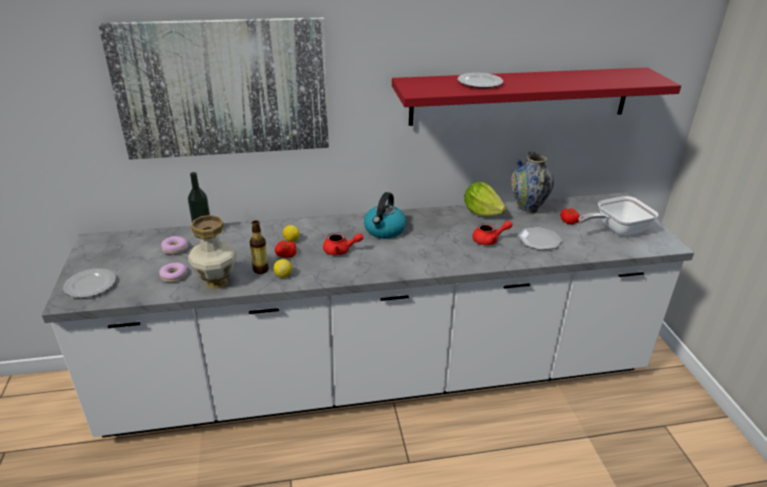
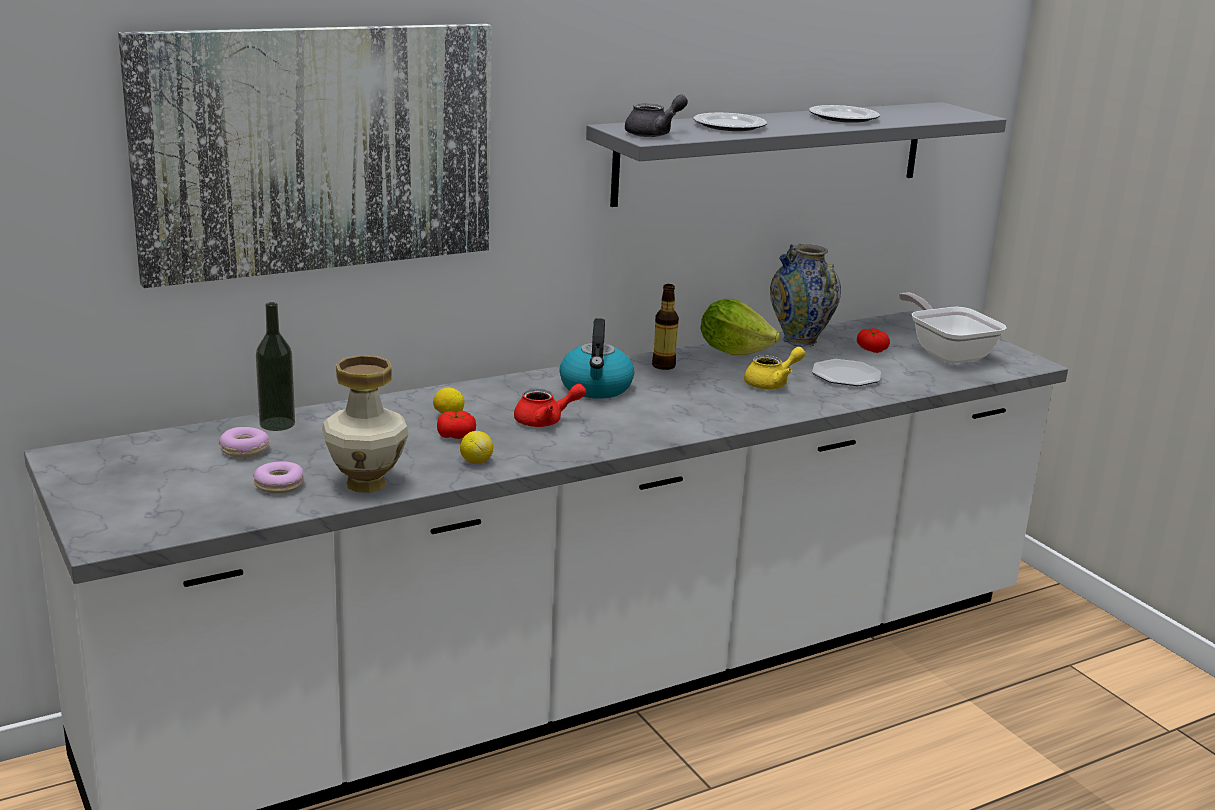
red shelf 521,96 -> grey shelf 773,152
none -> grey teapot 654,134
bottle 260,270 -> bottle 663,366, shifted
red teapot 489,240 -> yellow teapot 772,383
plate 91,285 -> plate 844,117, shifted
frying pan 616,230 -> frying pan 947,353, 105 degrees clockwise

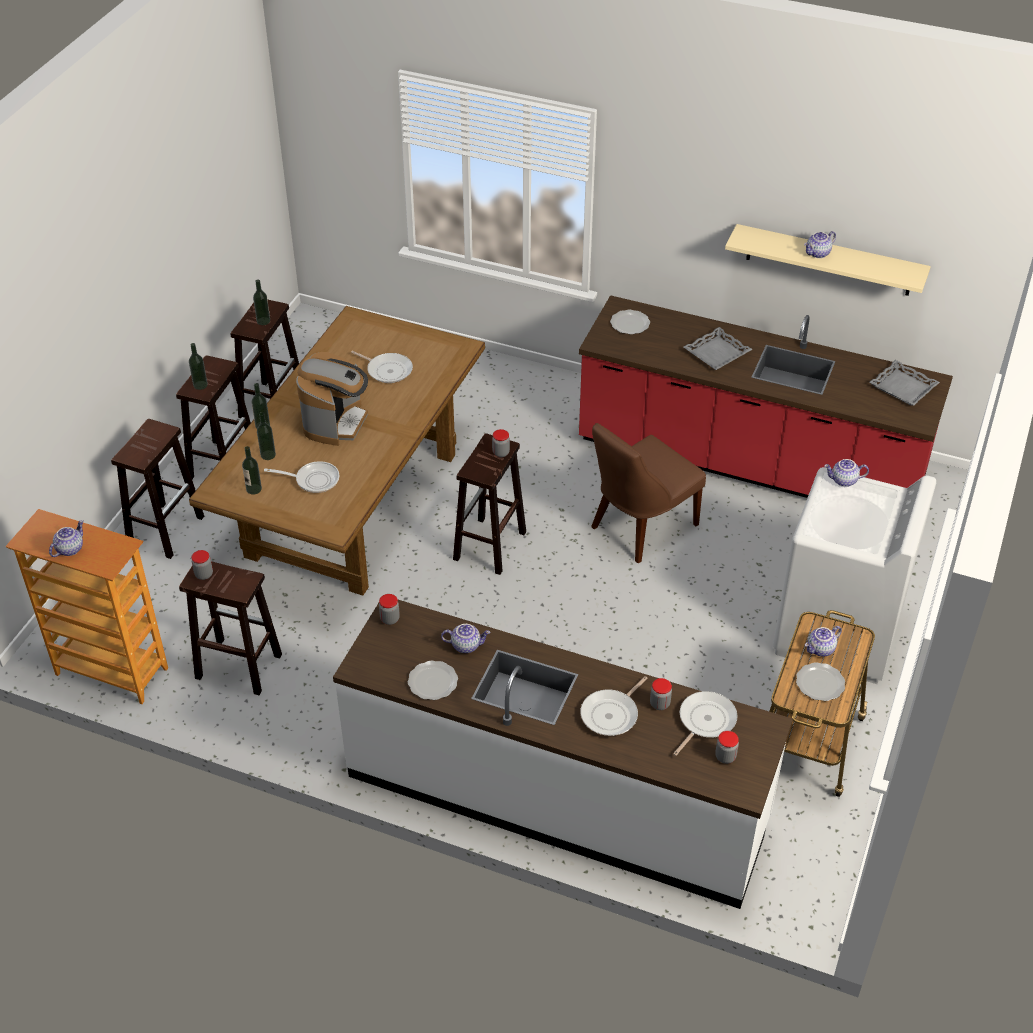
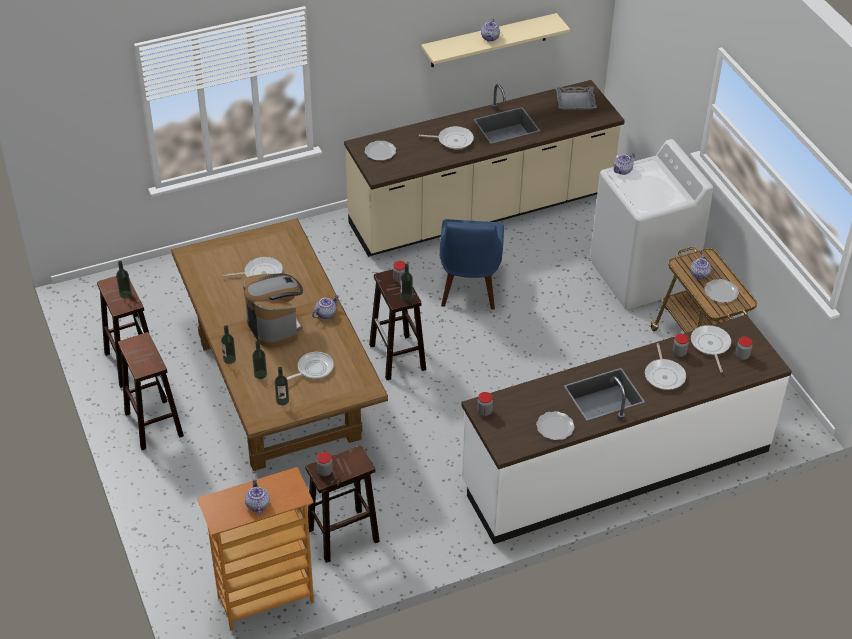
teapot 466,645 -> teapot 325,313, shifted
red counter 749,464 -> beige counter 481,211
bottle 200,385 -> bottle 406,297, shifted
grey tray 716,353 -> frying pan 453,140
brown chair 640,527 -> blue chair 469,288
brown stool 166,529 -> none

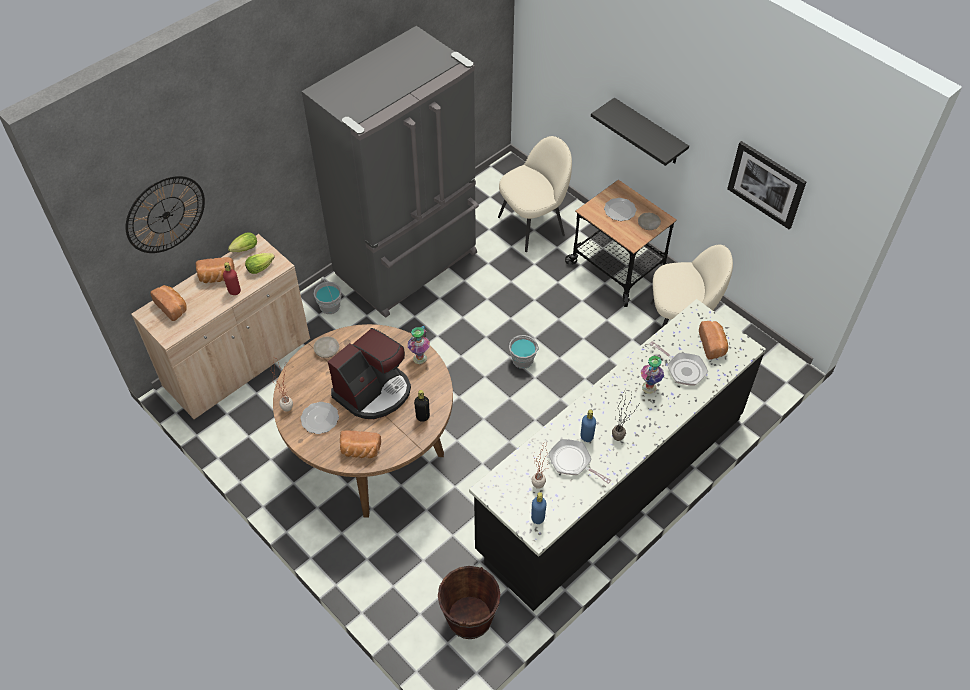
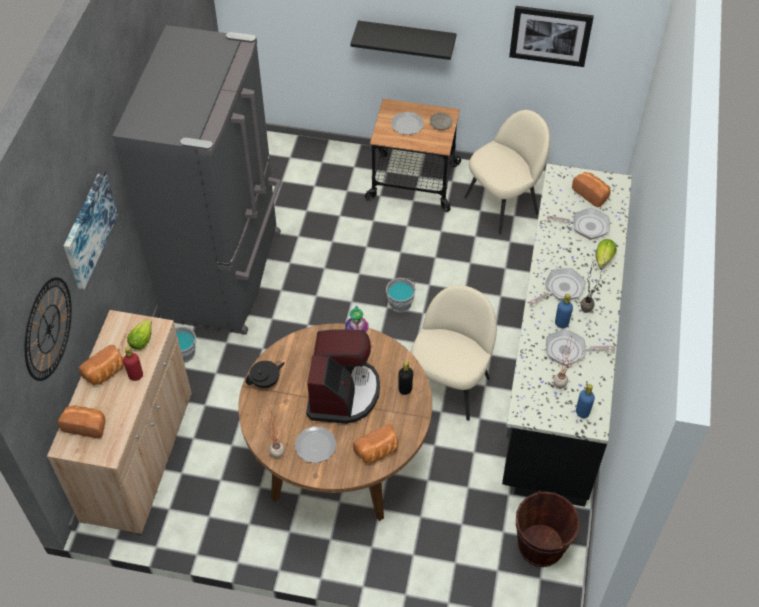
none -> picture 88,229
beige plate 327,350 -> black teapot 266,381
beige chair 533,225 -> beige chair 449,385, shifted
none -> frying pan 561,289
lettuce 243,250 -> lettuce 603,260, shifted
vase 649,387 -> none

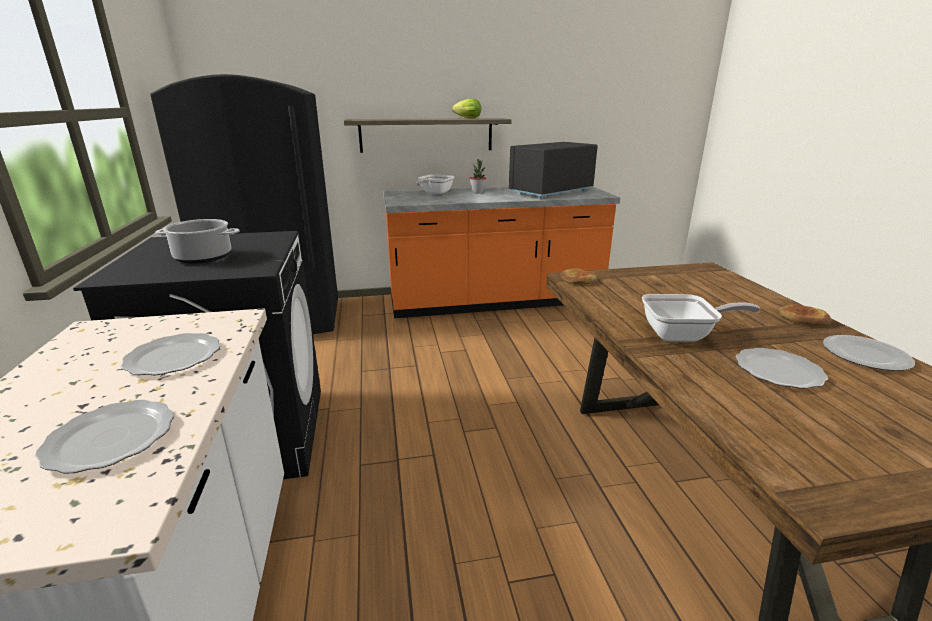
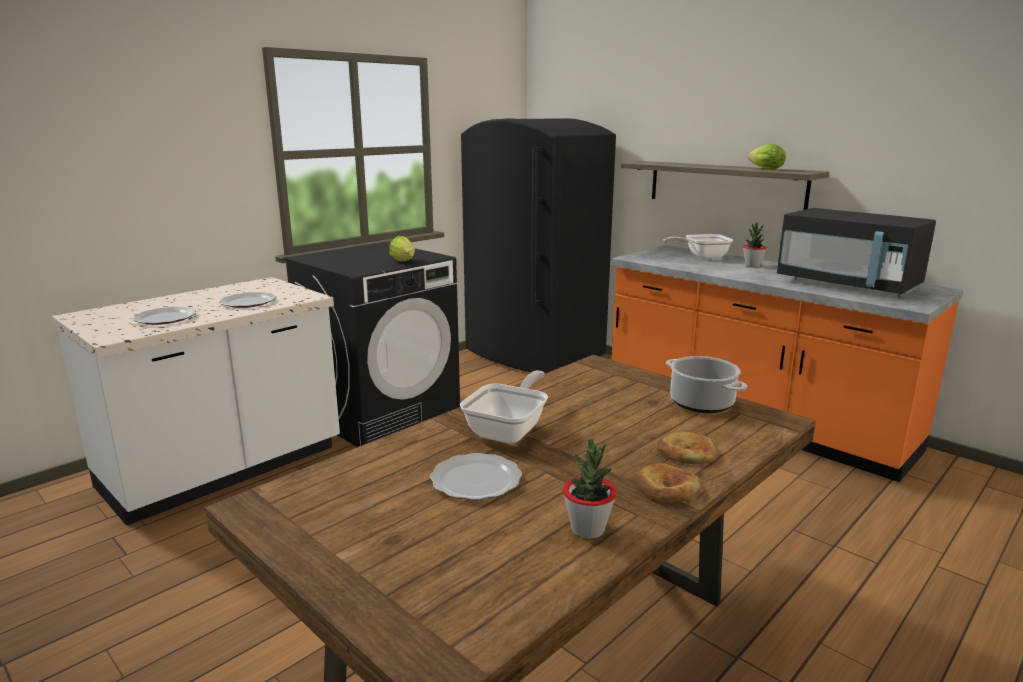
none -> lettuce 404,262
frying pan 683,335 -> frying pan 509,430, 120 degrees counterclockwise
plate 866,356 -> potted plant 588,529
bread 578,280 -> bread 686,452, shifted
cooking pot 204,257 -> cooking pot 702,403, shifted
black microwave 550,192 -> black microwave 847,285, 150 degrees counterclockwise

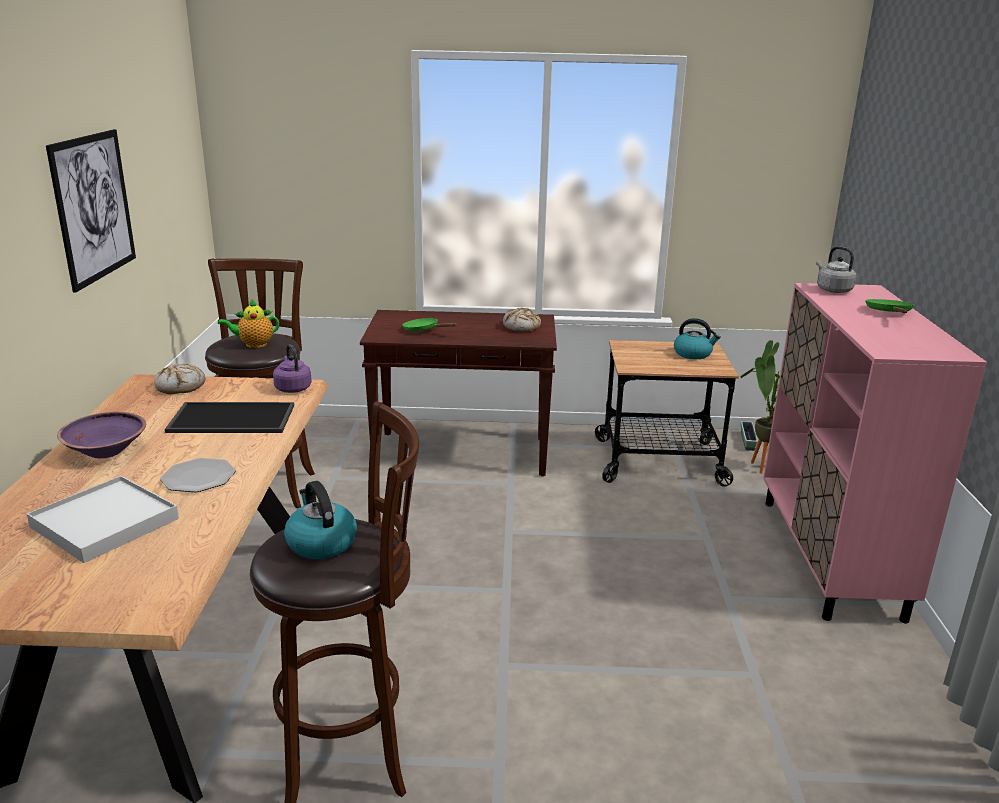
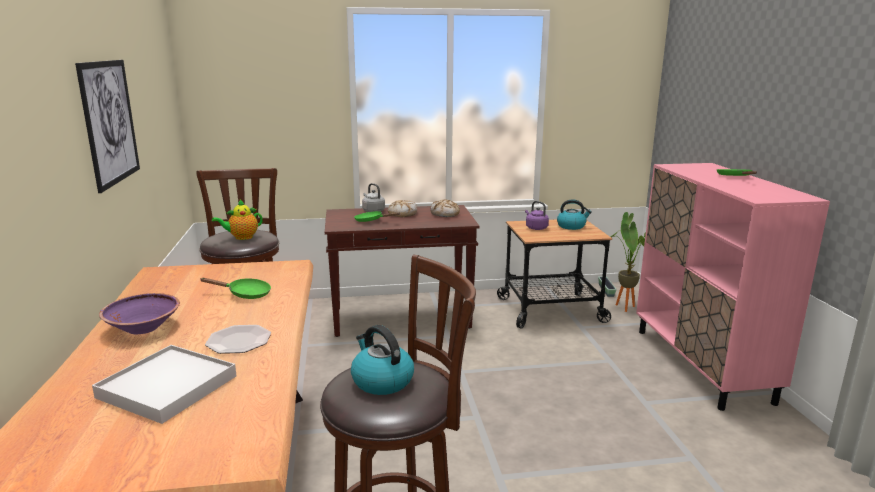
tray 230,419 -> green frying pan 245,294
grey kettle 832,290 -> grey kettle 373,211, shifted
bread 181,386 -> bread 402,214, shifted
purple kettle 292,388 -> purple kettle 535,228, shifted

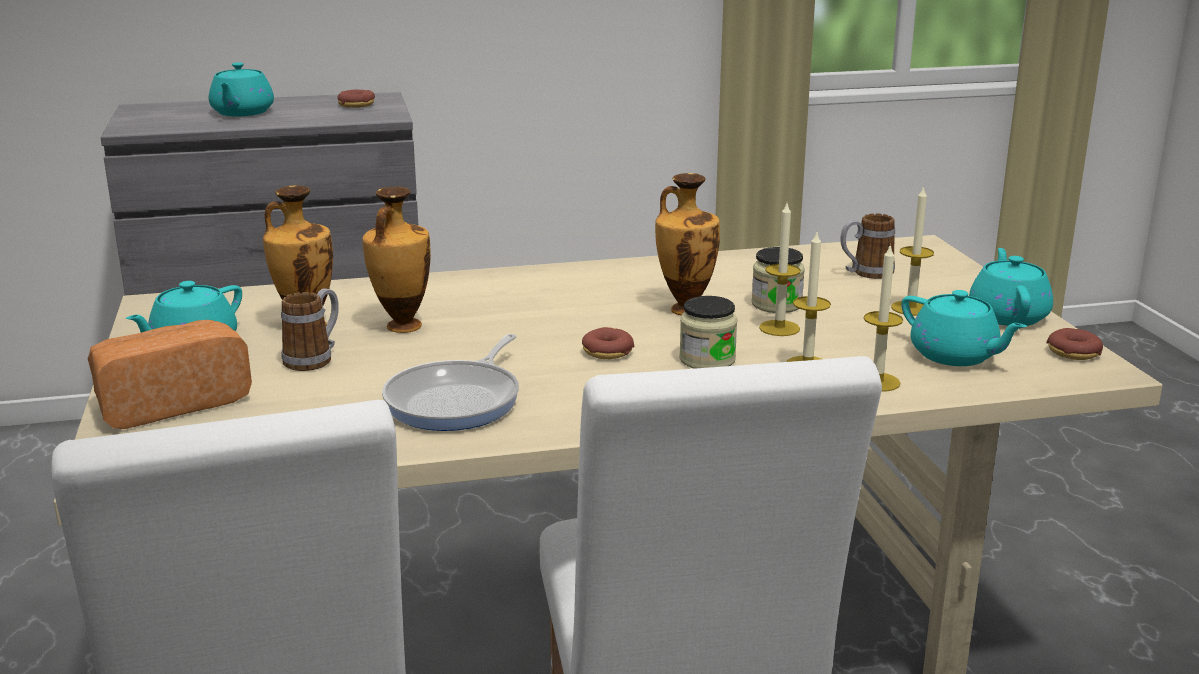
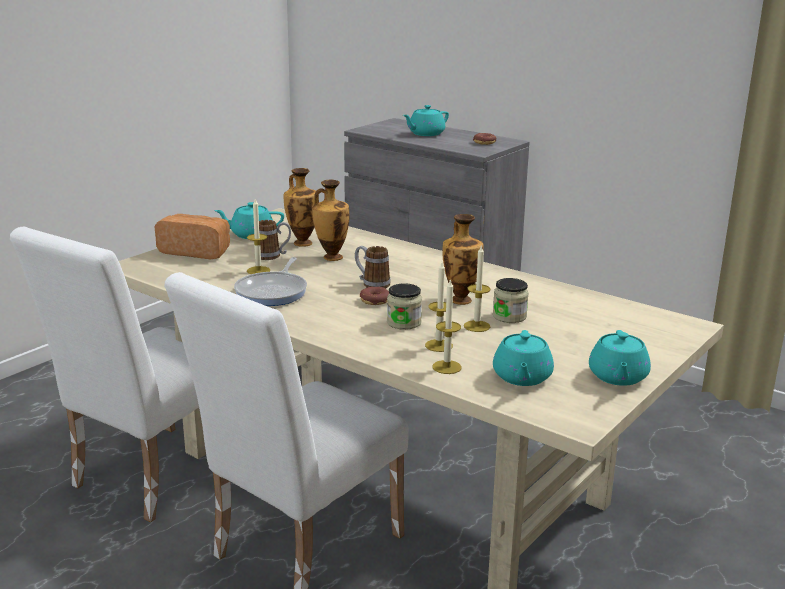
frying pan 457,401 -> frying pan 273,292, 60 degrees counterclockwise
candle 911,308 -> candle 258,270, shifted
mug 865,273 -> mug 371,284, shifted
turquoise teapot 1007,315 -> turquoise teapot 617,377, 135 degrees clockwise
donut 1073,353 -> none

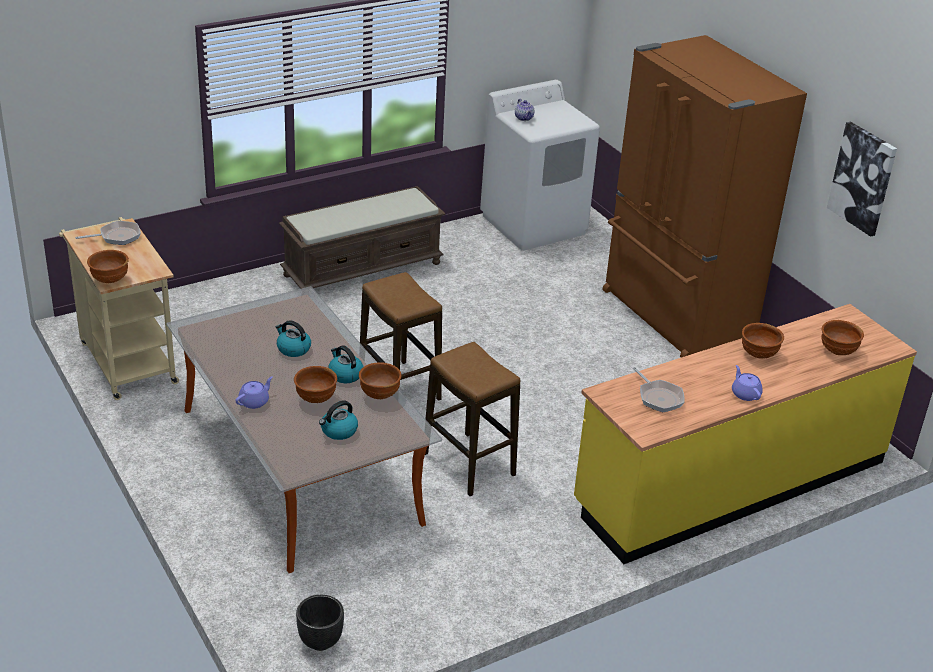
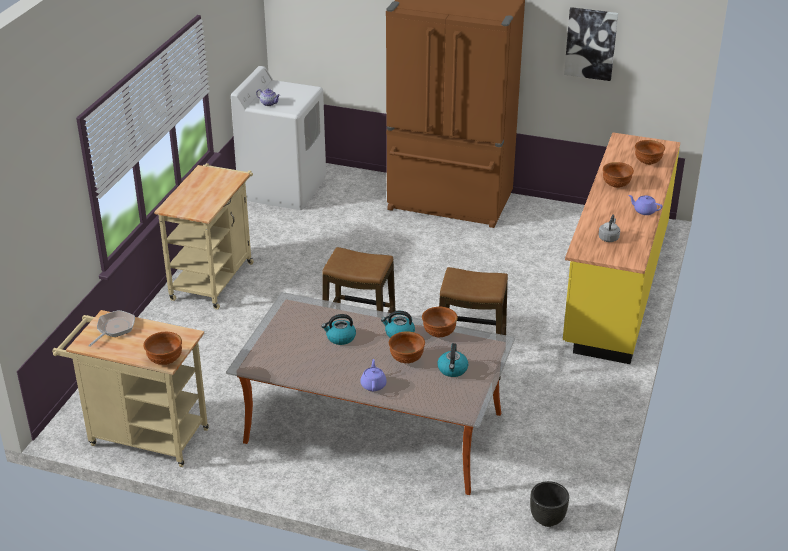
brown bench 363,268 -> beige cart 214,277
frying pan 658,397 -> grey kettle 608,238

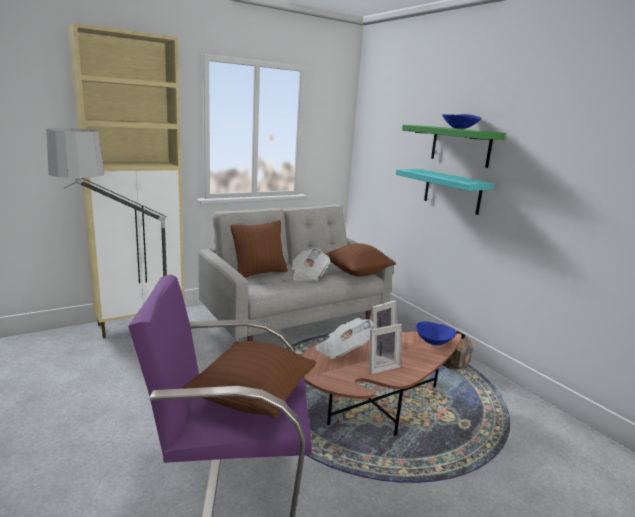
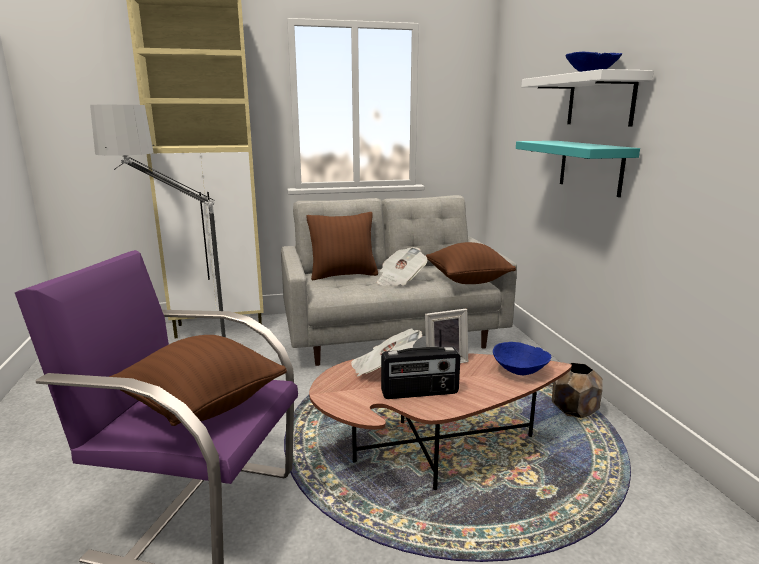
picture frame 381,367 -> radio 420,393
green shelf 460,146 -> white shelf 600,100

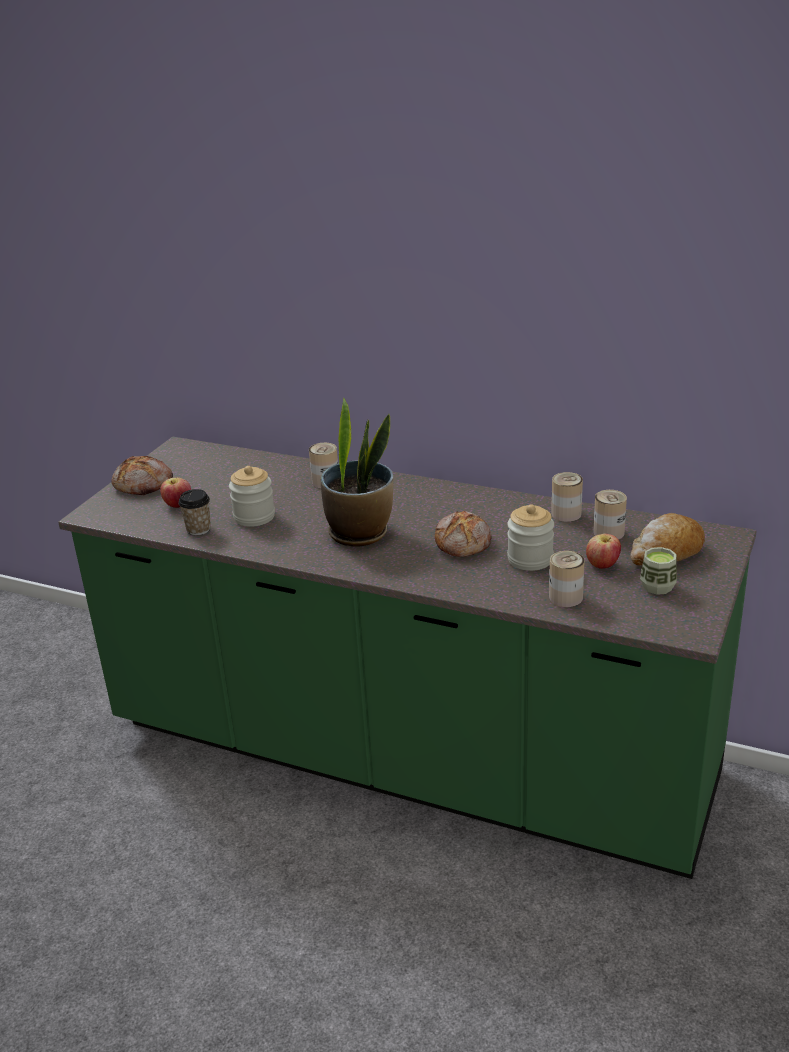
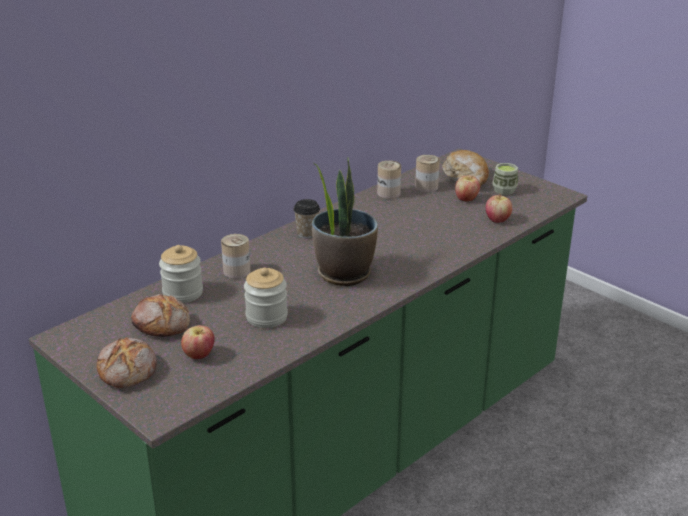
bread 464,543 -> bread 162,324, shifted
jar 530,559 -> jar 183,293, shifted
cup 198,529 -> cup 307,233, shifted
can 565,597 -> apple 497,220

